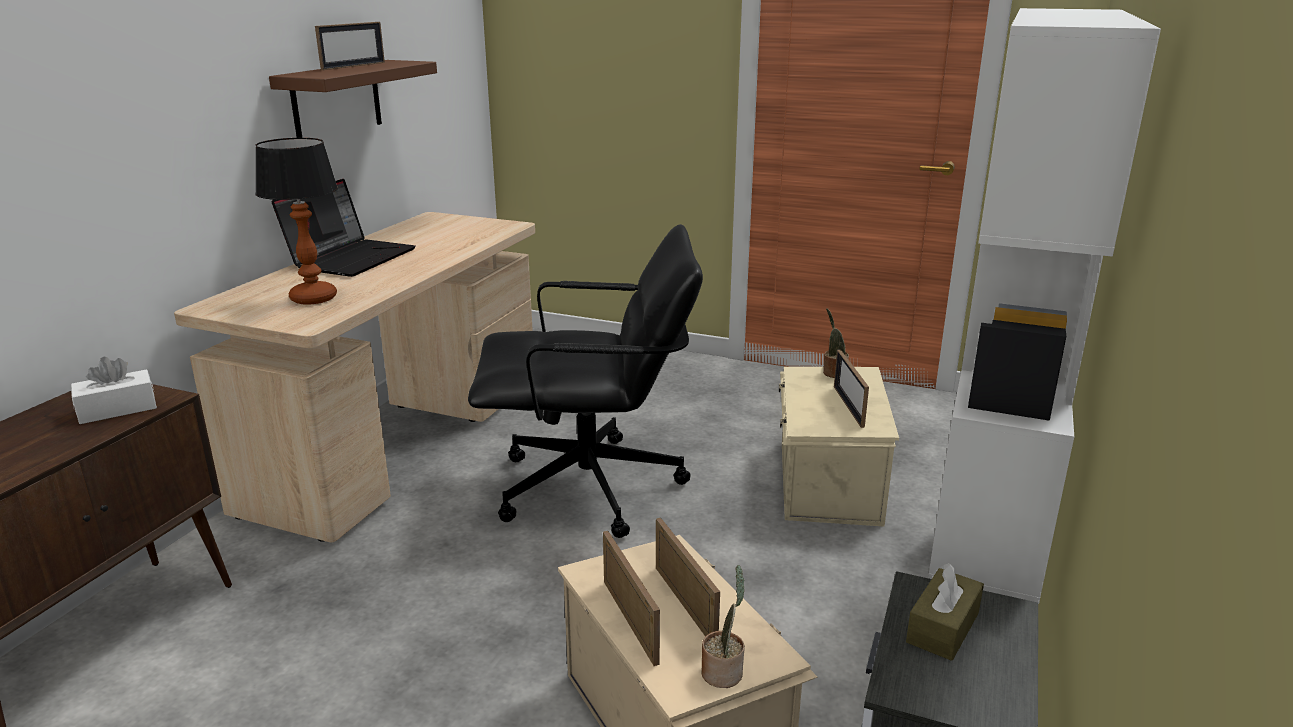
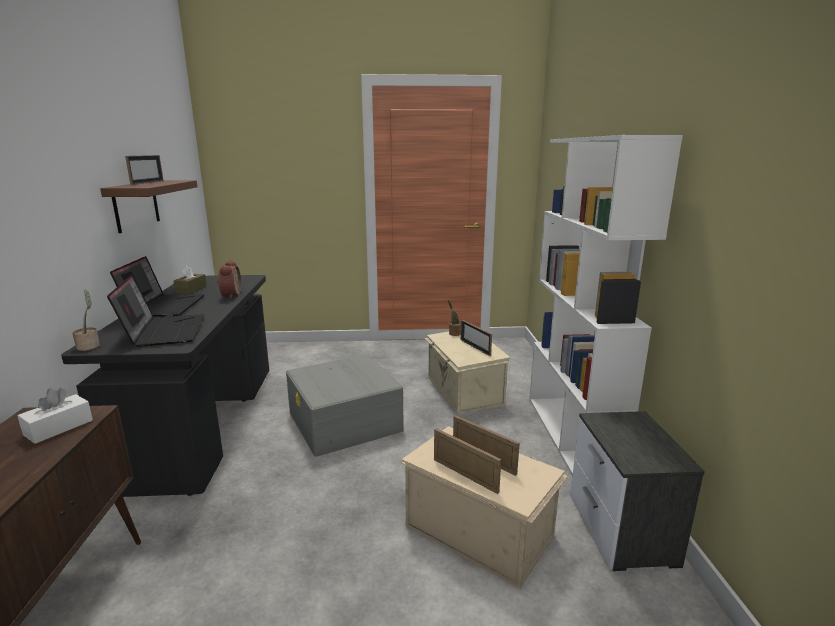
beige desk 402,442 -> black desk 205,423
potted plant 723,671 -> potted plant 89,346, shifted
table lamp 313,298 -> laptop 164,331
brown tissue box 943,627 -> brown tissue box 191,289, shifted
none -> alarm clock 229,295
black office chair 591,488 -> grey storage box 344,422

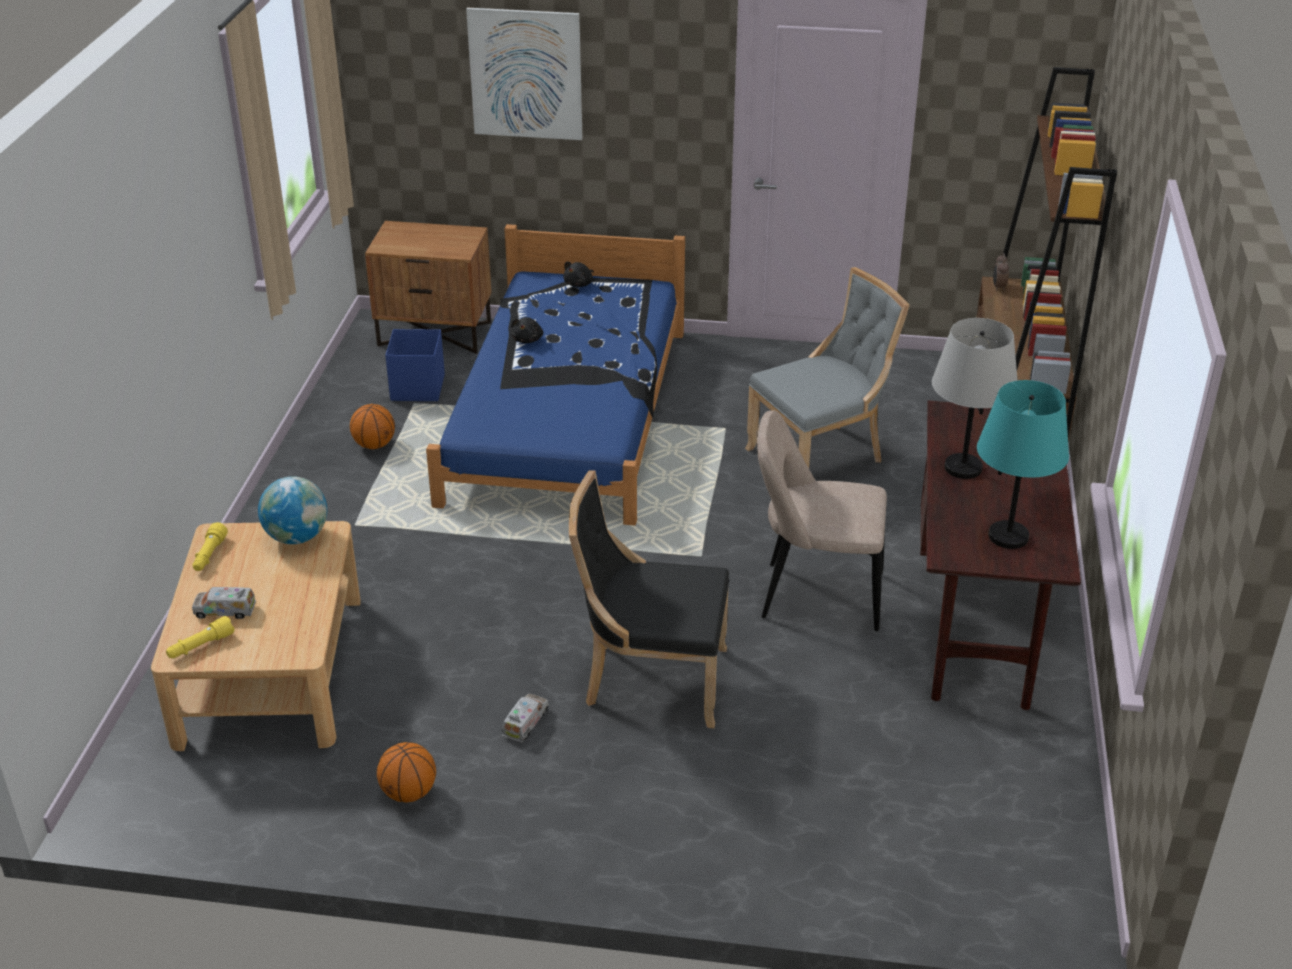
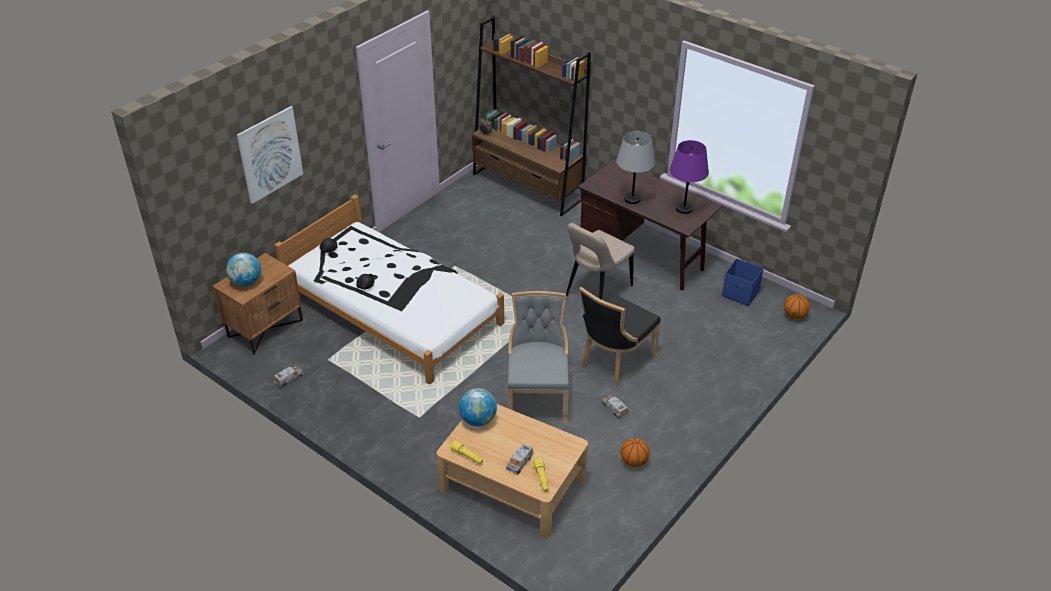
none -> globe 246,282
blue bed 567,414 -> white bed 392,310
none -> toy truck 289,379
grey chair 821,456 -> grey chair 537,397, shifted
turquoise table lamp 1008,536 -> purple table lamp 684,208
blue storage box 417,388 -> blue storage box 740,294, shifted
basketball 374,445 -> basketball 794,316, shifted

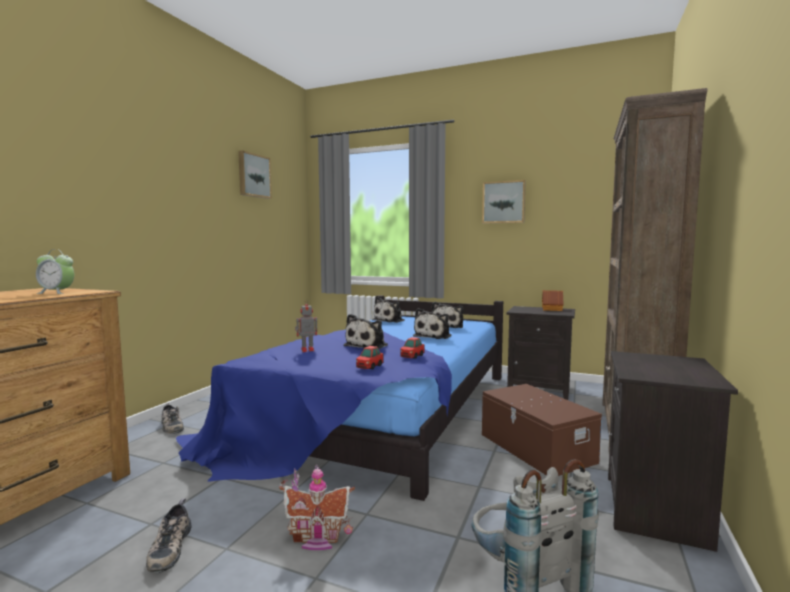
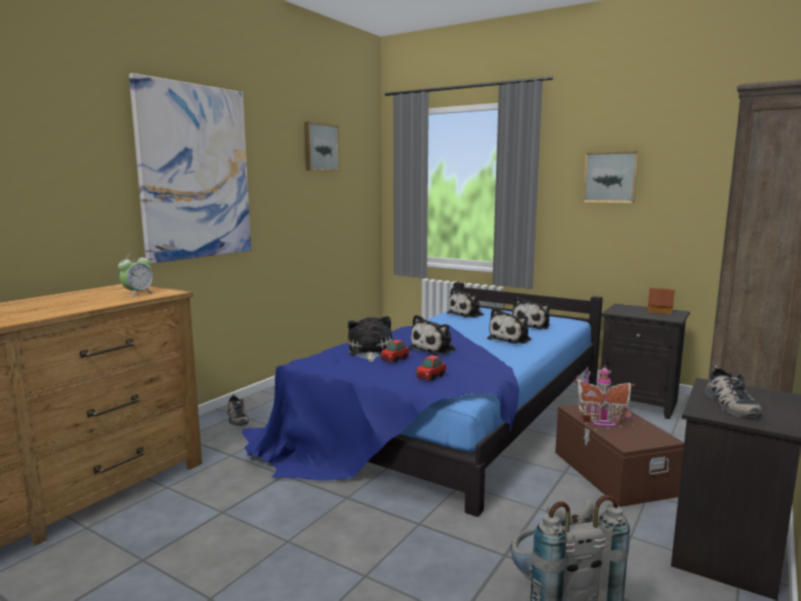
alarm clock 56,292 -> alarm clock 138,293, 75 degrees counterclockwise
none -> picture 195,172
toy robot 306,350 -> plush toy 369,352
toy car 412,356 -> toy car 394,359, shifted
toy house 317,539 -> toy house 601,421, shifted
shoe 169,547 -> shoe 728,404, shifted

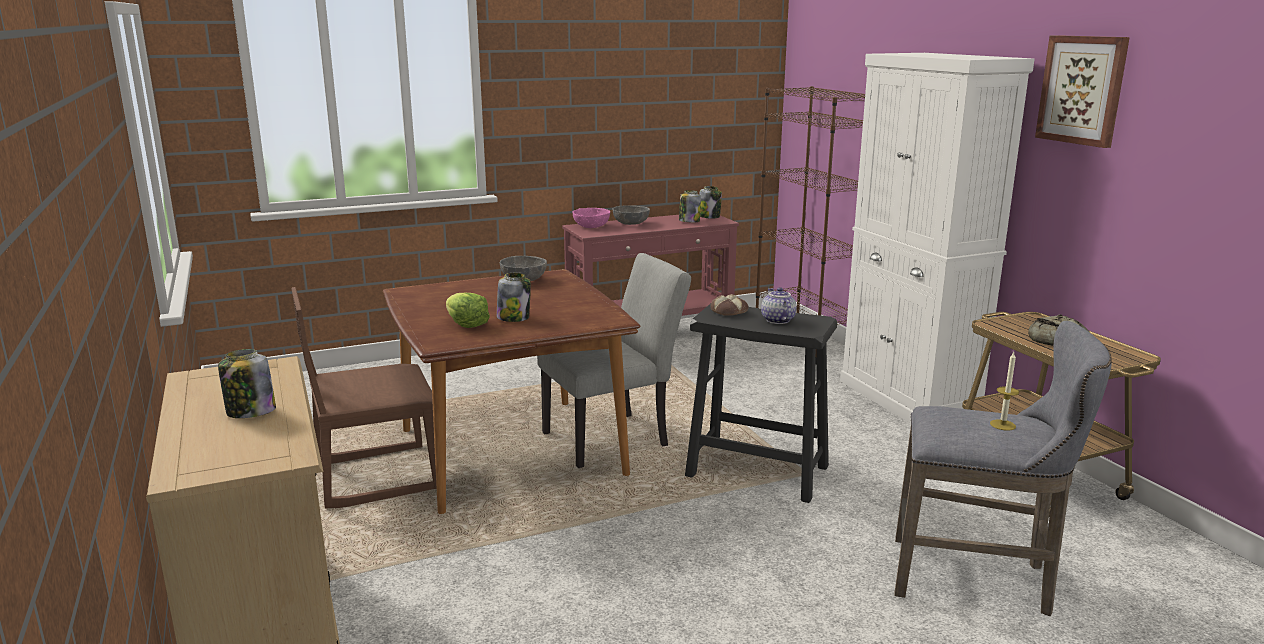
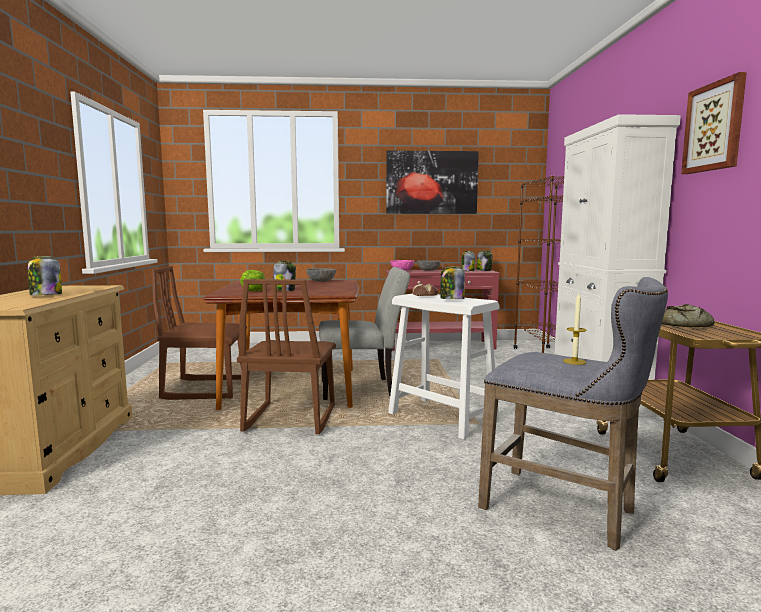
none -> brown chair 289,419
none -> picture 431,182
black stool 758,471 -> white stool 443,417
teapot 777,320 -> jar 451,299

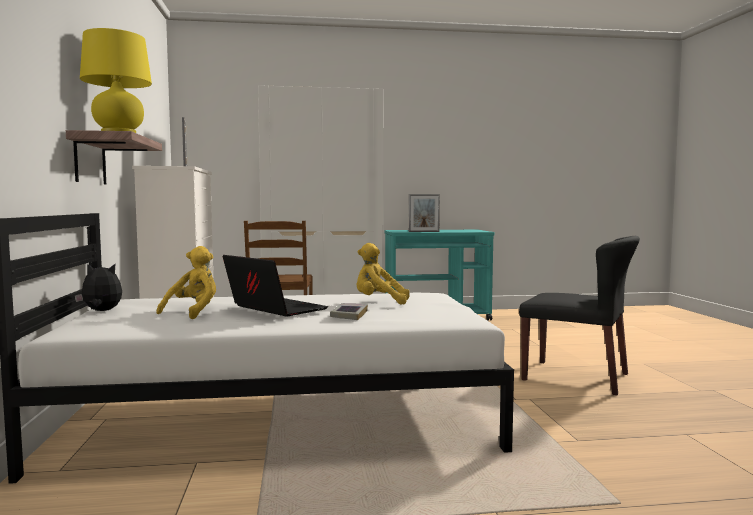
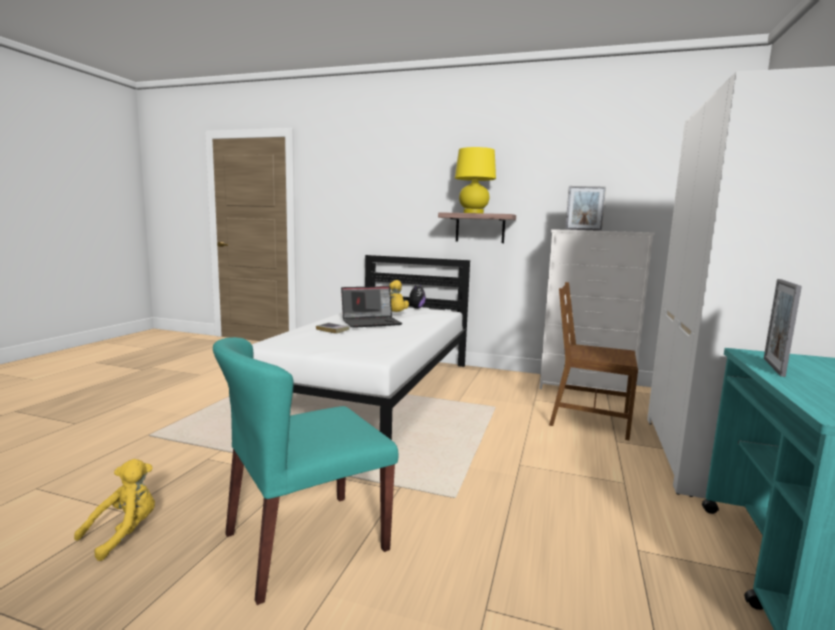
yellow plush toy 379,302 -> yellow plush toy 124,533, shifted
black chair 576,377 -> turquoise chair 305,542

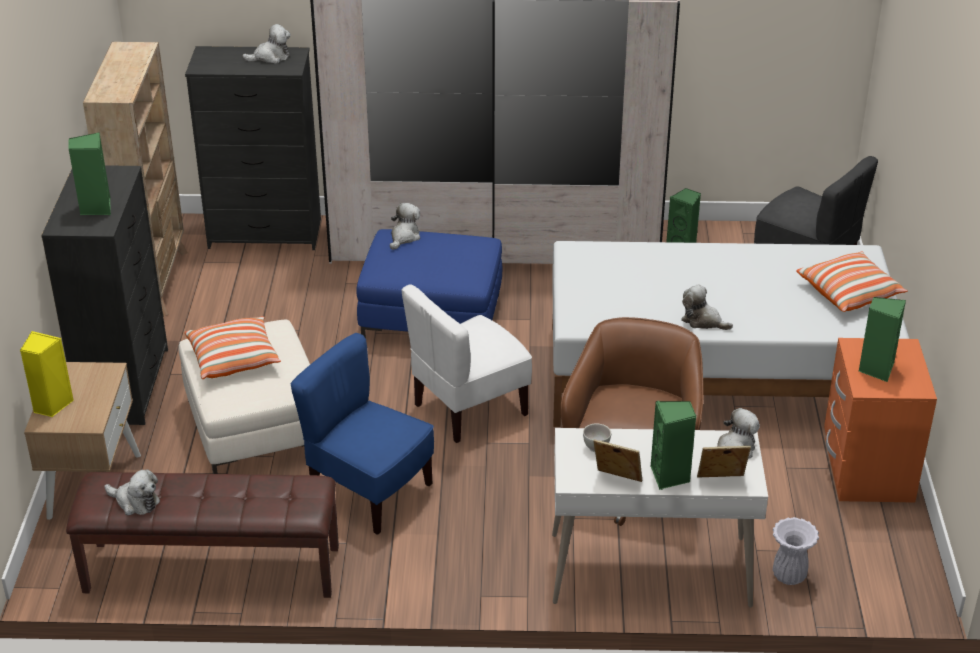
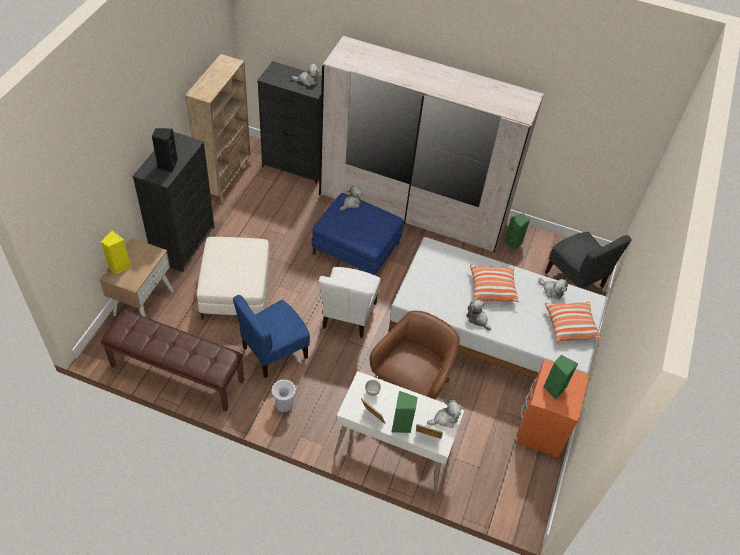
green speaker 95,208 -> black speaker 167,165
blue chair 369,492 -> blue chair 274,352, 90 degrees counterclockwise
white vase 790,576 -> white vase 284,406, shifted
white chair 469,409 -> white chair 348,315, 60 degrees counterclockwise
pillow 234,359 -> pillow 492,288, shifted
plush toy 135,502 -> plush toy 552,291, shifted

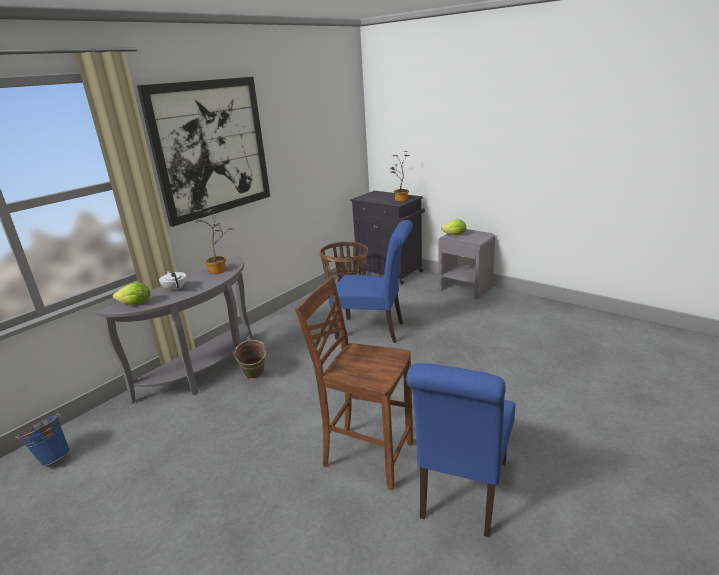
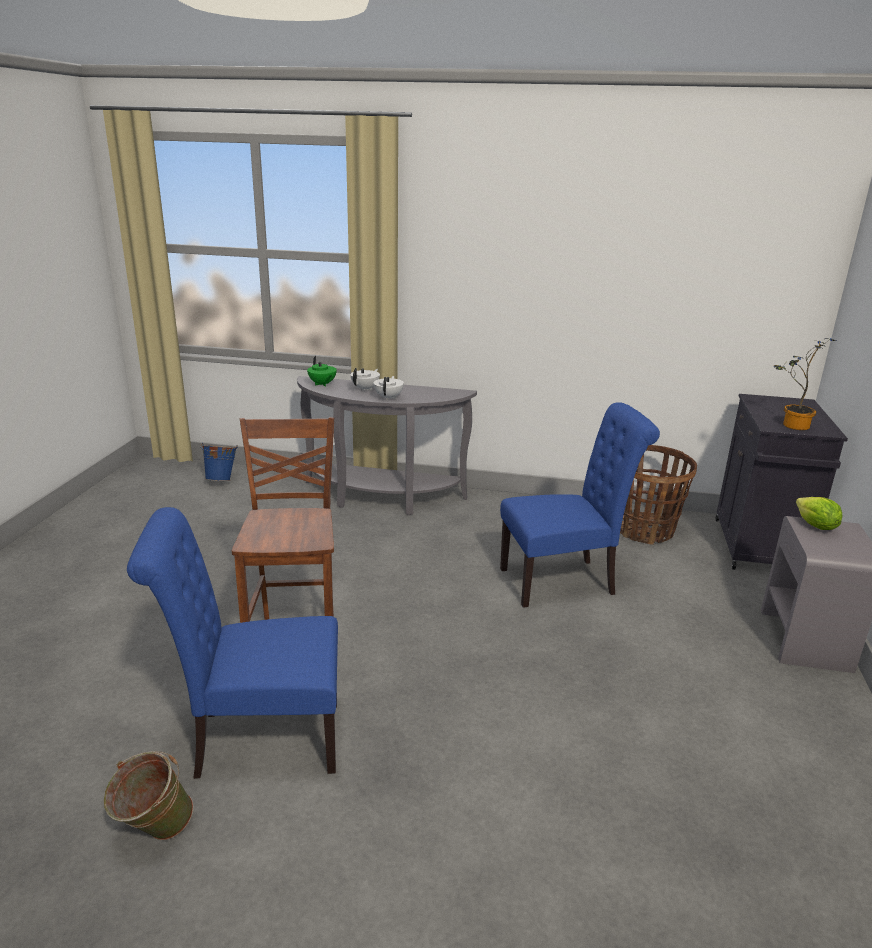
green bucket 254,377 -> green bucket 154,833, shifted
lettuce 136,304 -> green teapot 322,384
none -> white teapot 389,397
blue chair 374,330 -> blue chair 564,581, 90 degrees counterclockwise
picture 211,148 -> none
potted plant 220,270 -> none

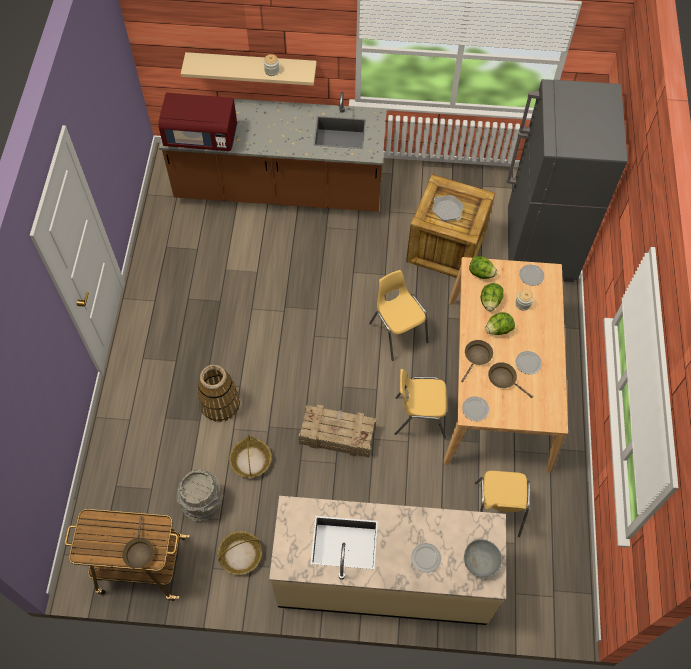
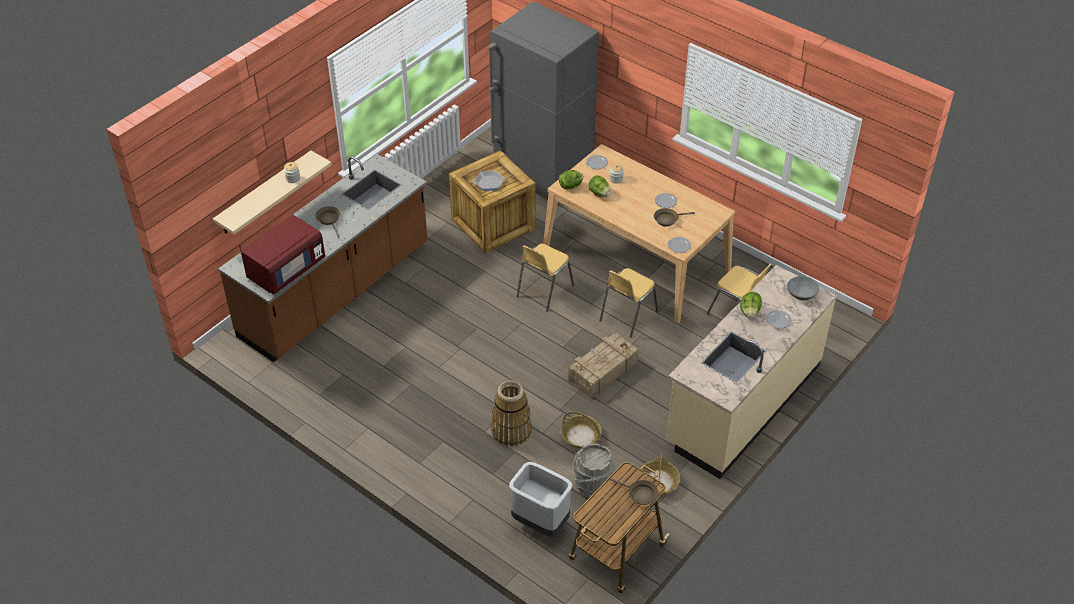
brown frying pan 477,357 -> brown frying pan 329,220, shifted
none -> grey trash can 539,522
yellow chair 397,332 -> yellow chair 544,291, 60 degrees counterclockwise
lettuce 498,329 -> lettuce 750,312, shifted

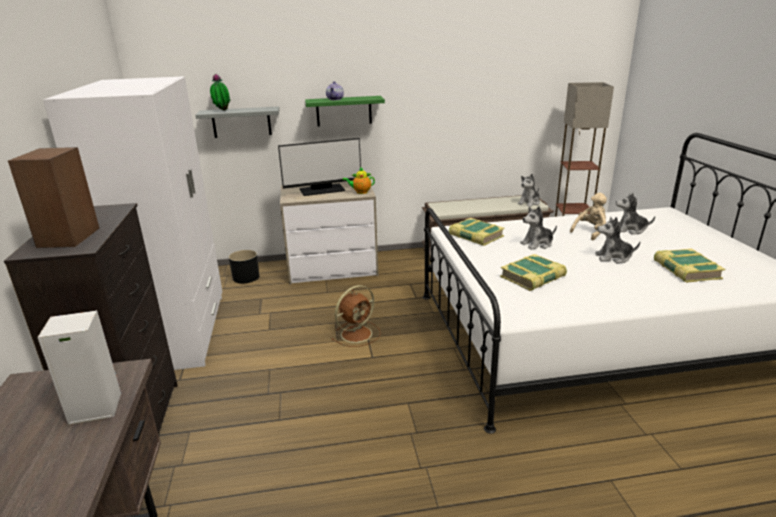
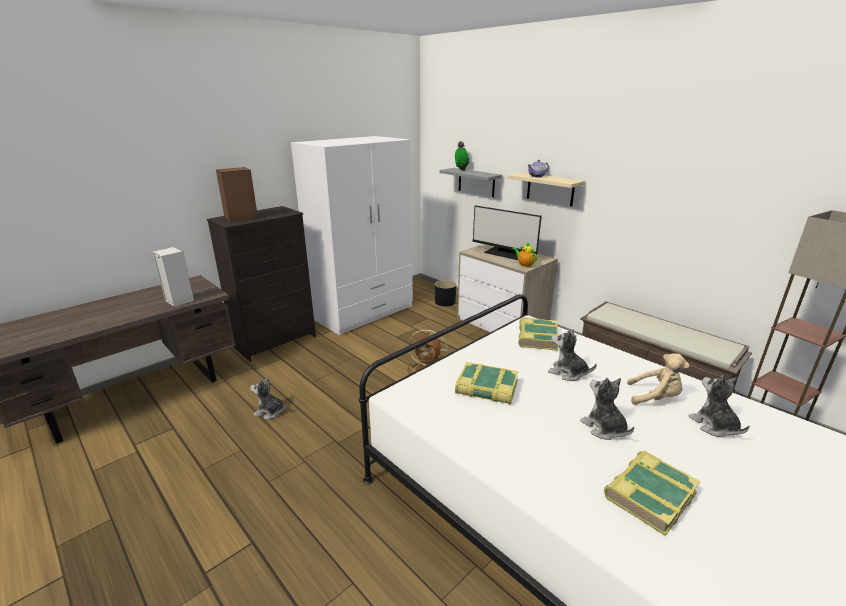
plush toy 529,203 -> plush toy 270,412, shifted
green shelf 344,111 -> beige shelf 550,189

